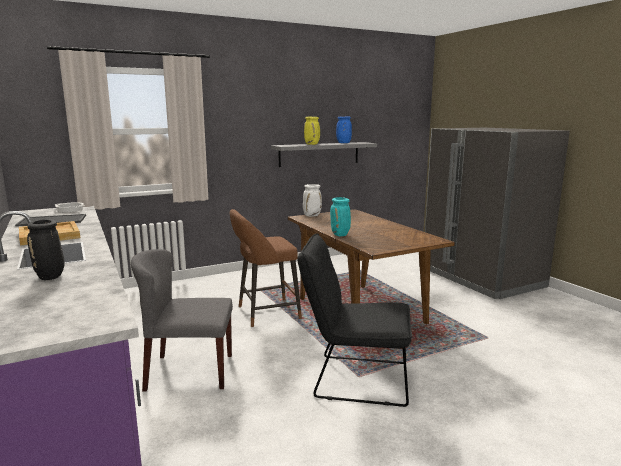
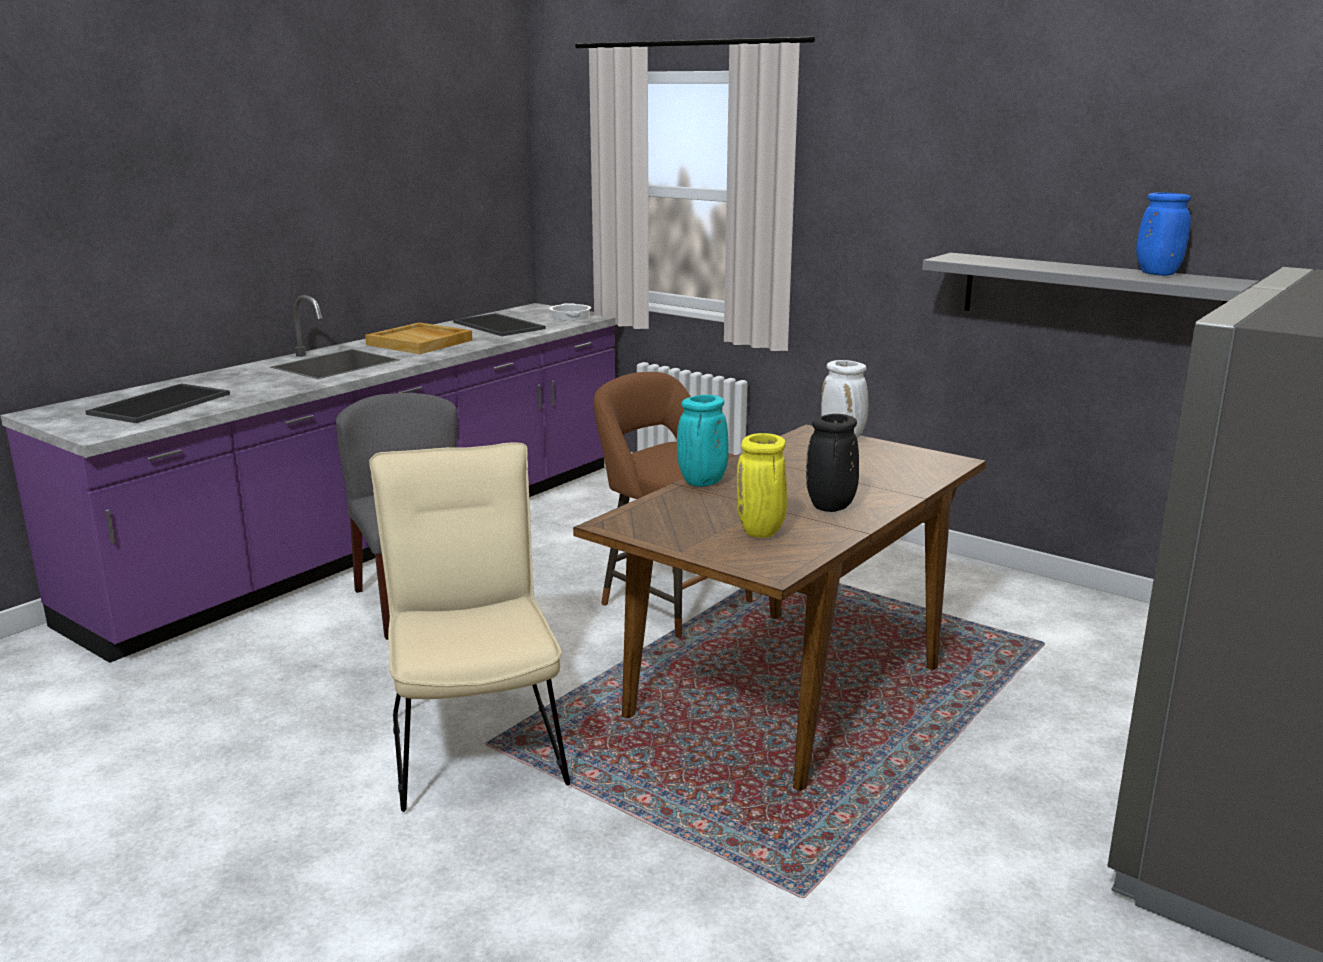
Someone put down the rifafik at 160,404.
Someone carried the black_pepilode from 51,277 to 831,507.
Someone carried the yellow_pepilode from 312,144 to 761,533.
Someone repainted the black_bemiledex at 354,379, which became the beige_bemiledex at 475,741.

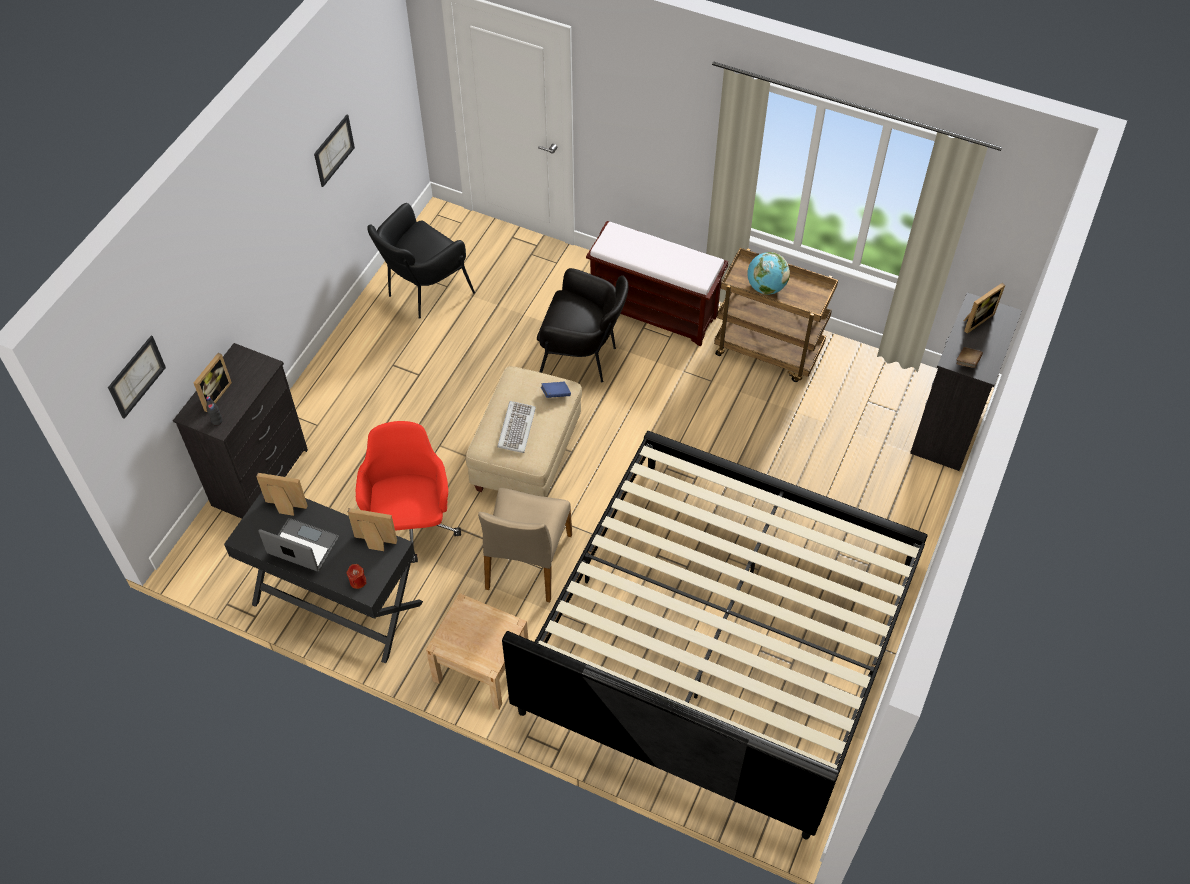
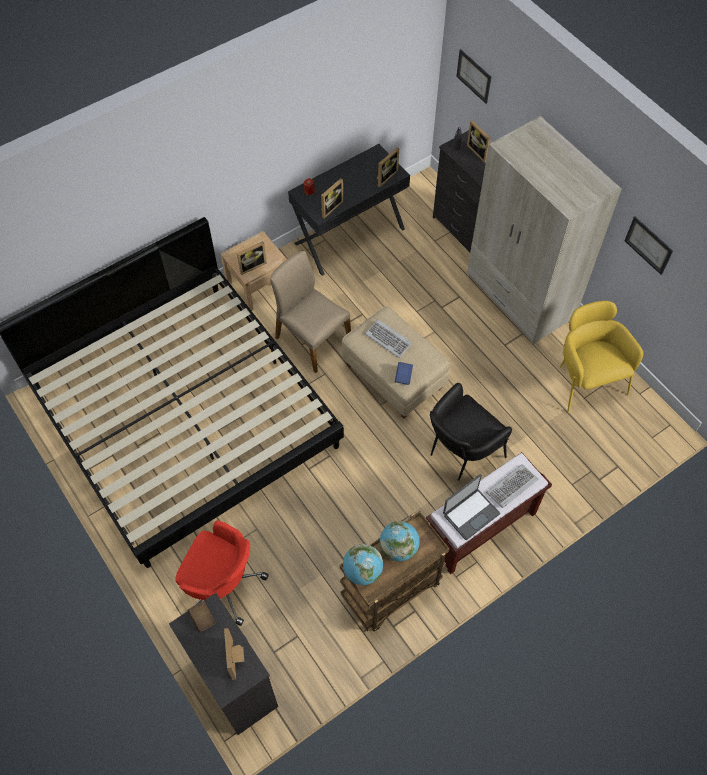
Someone put down the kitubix at 251,265.
Someone put down the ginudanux at 362,571.
Someone put down the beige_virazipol at 520,297.
Someone put down the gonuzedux at 512,487.
Someone carried the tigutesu from 302,547 to 470,513.
Someone carried the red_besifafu from 411,526 to 223,584.
Someone repainted the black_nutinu at 423,292, which became the yellow_nutinu at 585,380.

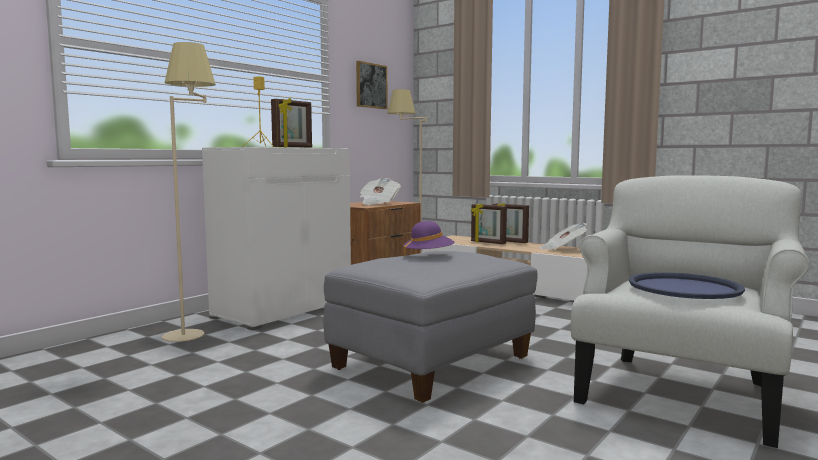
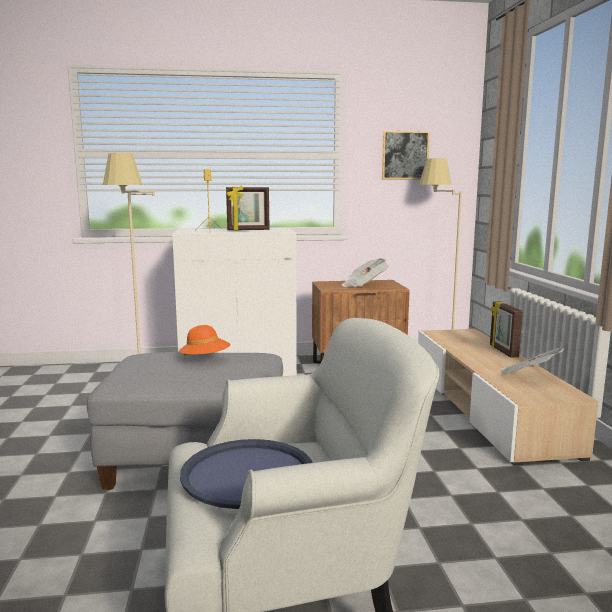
Someone took away the kitubix at 487,243.
Someone repainted the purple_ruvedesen at 428,256, which became the orange_ruvedesen at 205,359.

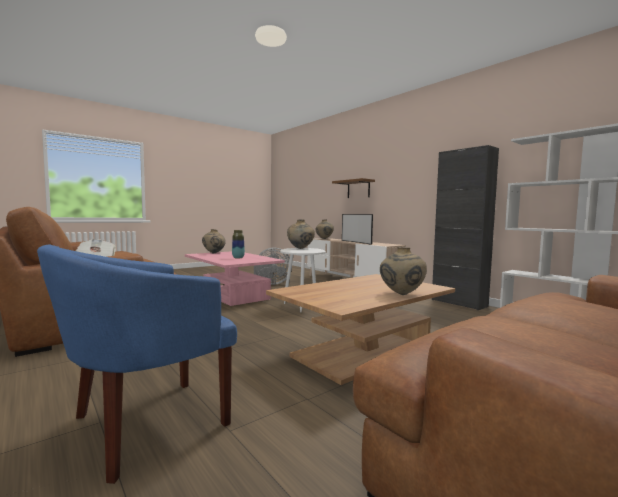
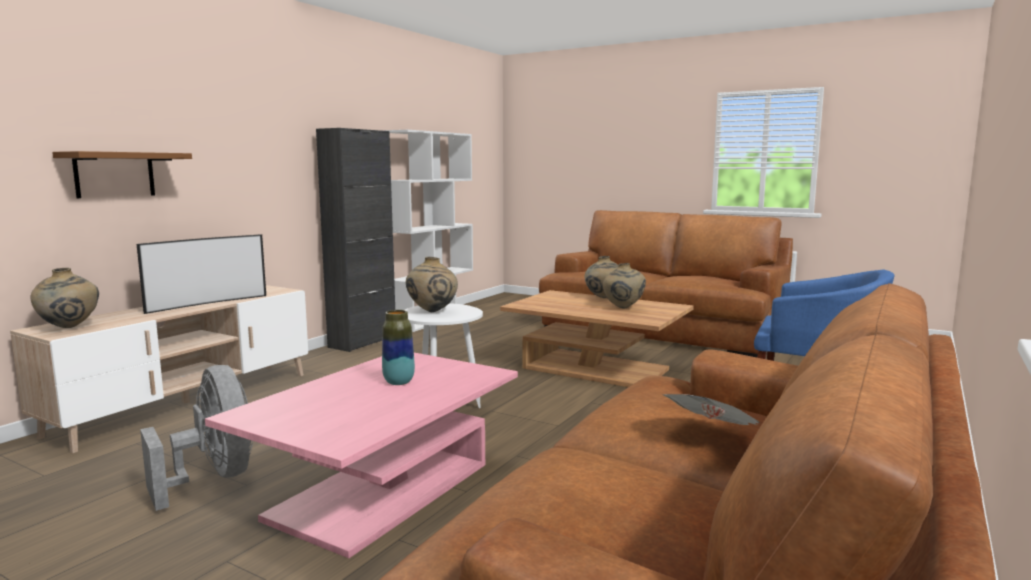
Someone carried the beige_pepilode from 214,253 to 623,308.

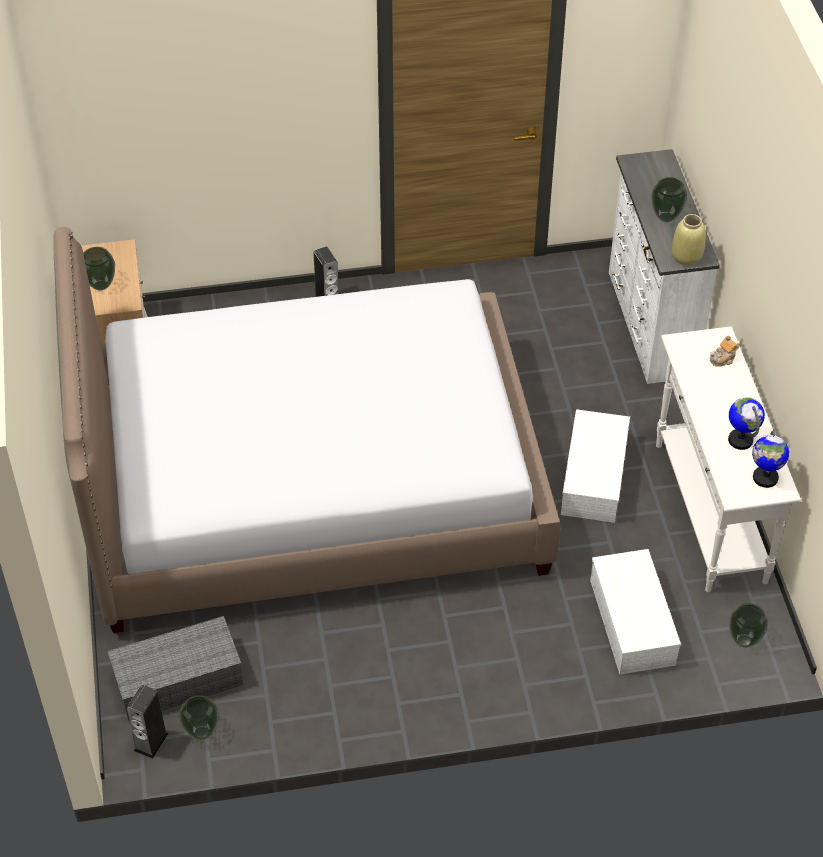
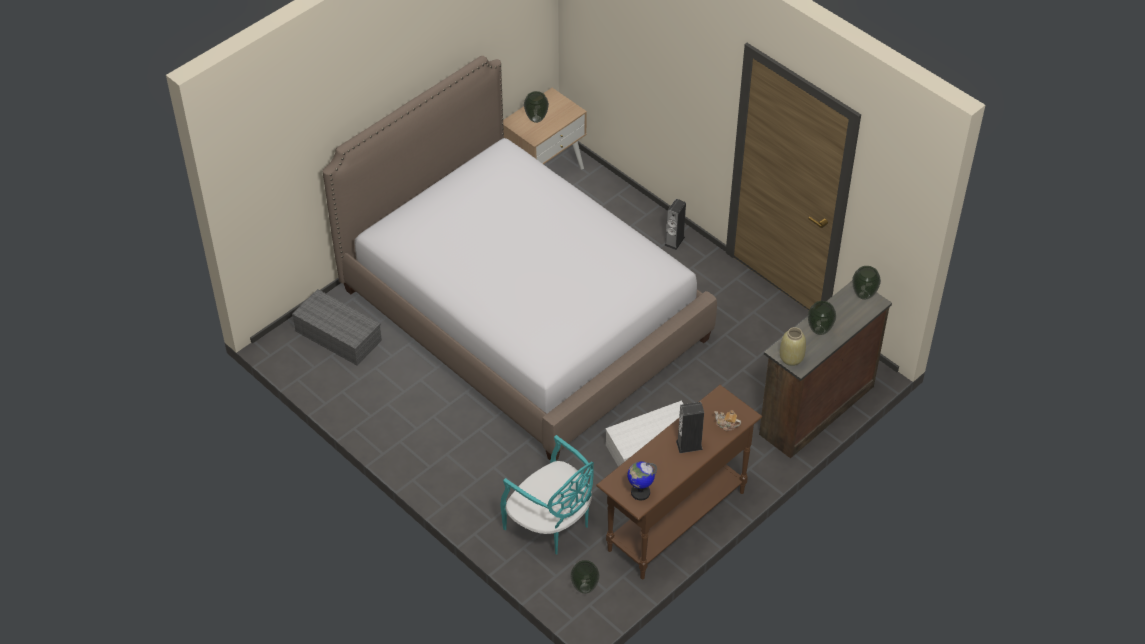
Someone took away the ginudanux at 740,440.
Someone carried the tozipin from 151,742 to 689,445.
Someone carried the pepilode from 201,733 to 863,295.
Someone swapped the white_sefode at 633,623 for the turquoise_bemiledex at 551,524.
Someone repainted the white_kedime at 649,324, which became the brown_kedime at 814,409.
Someone repainted the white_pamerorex at 709,512, which became the brown_pamerorex at 675,521.

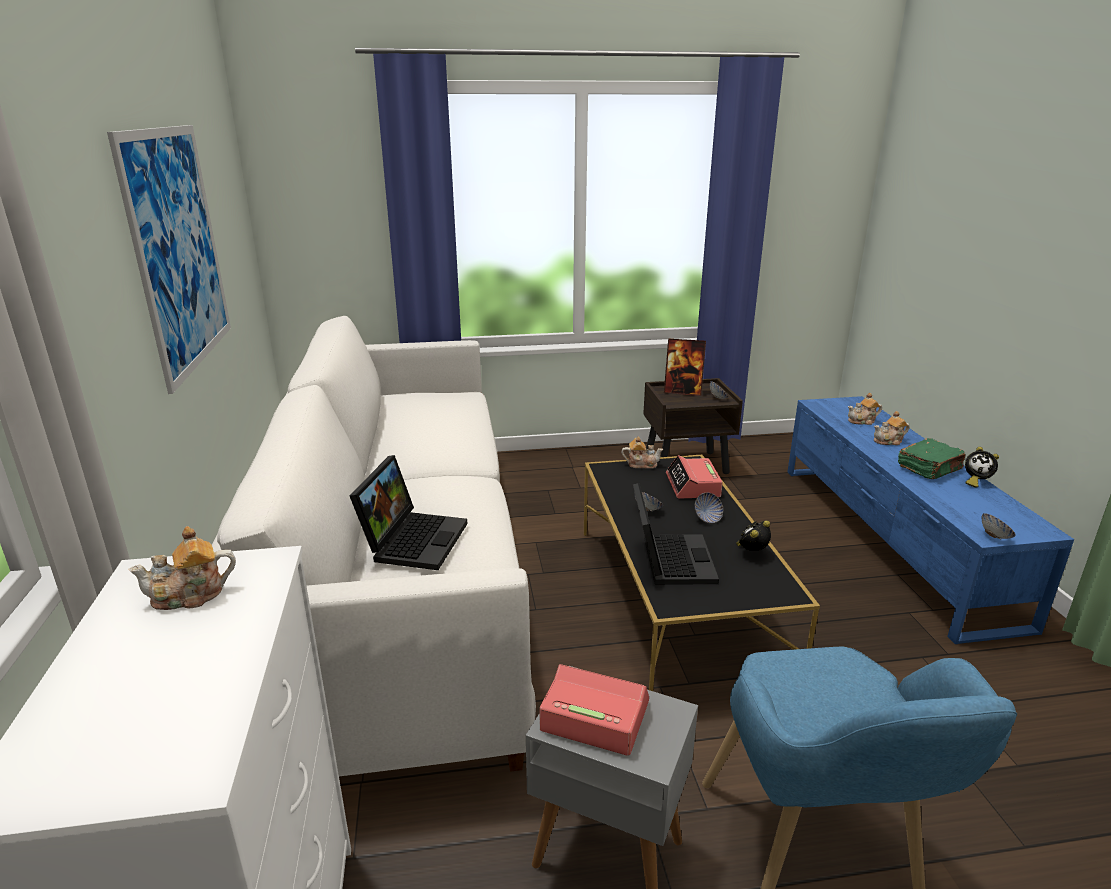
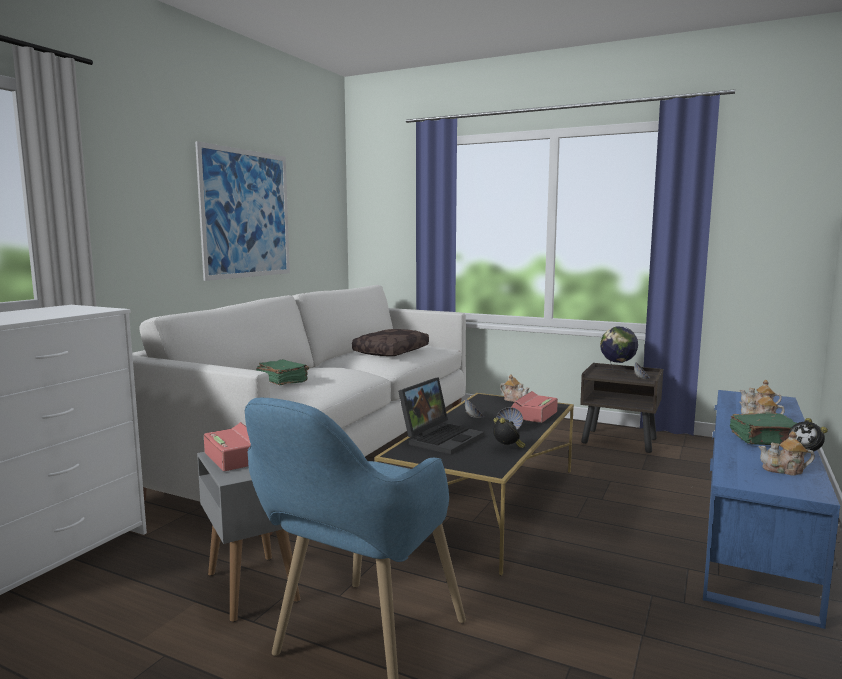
Someone took away the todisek at 994,537.
Someone put down the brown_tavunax at 390,351.
Someone carried the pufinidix from 190,595 to 784,470.
Someone swapped the tigutesu at 413,539 for the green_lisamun at 282,381.
Someone swapped the kitubix at 682,392 for the ginudanux at 617,372.
Someone rotated the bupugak at 752,552 by 75 degrees clockwise.

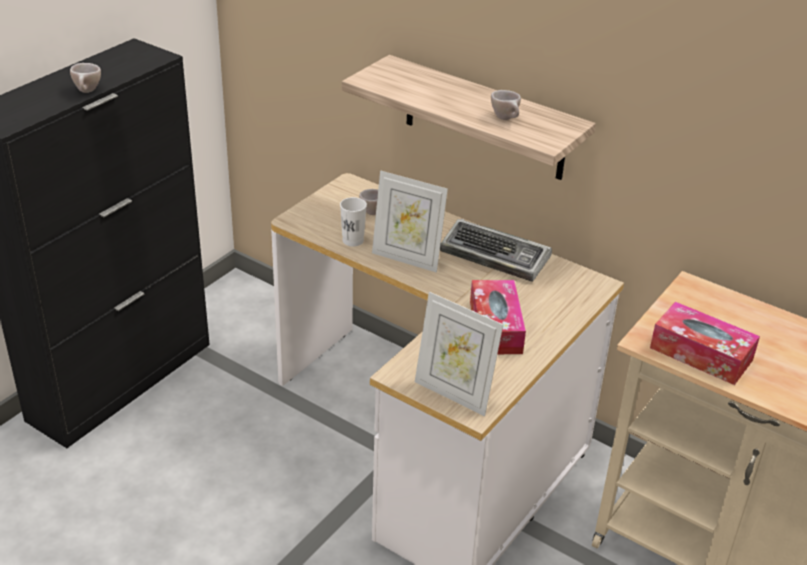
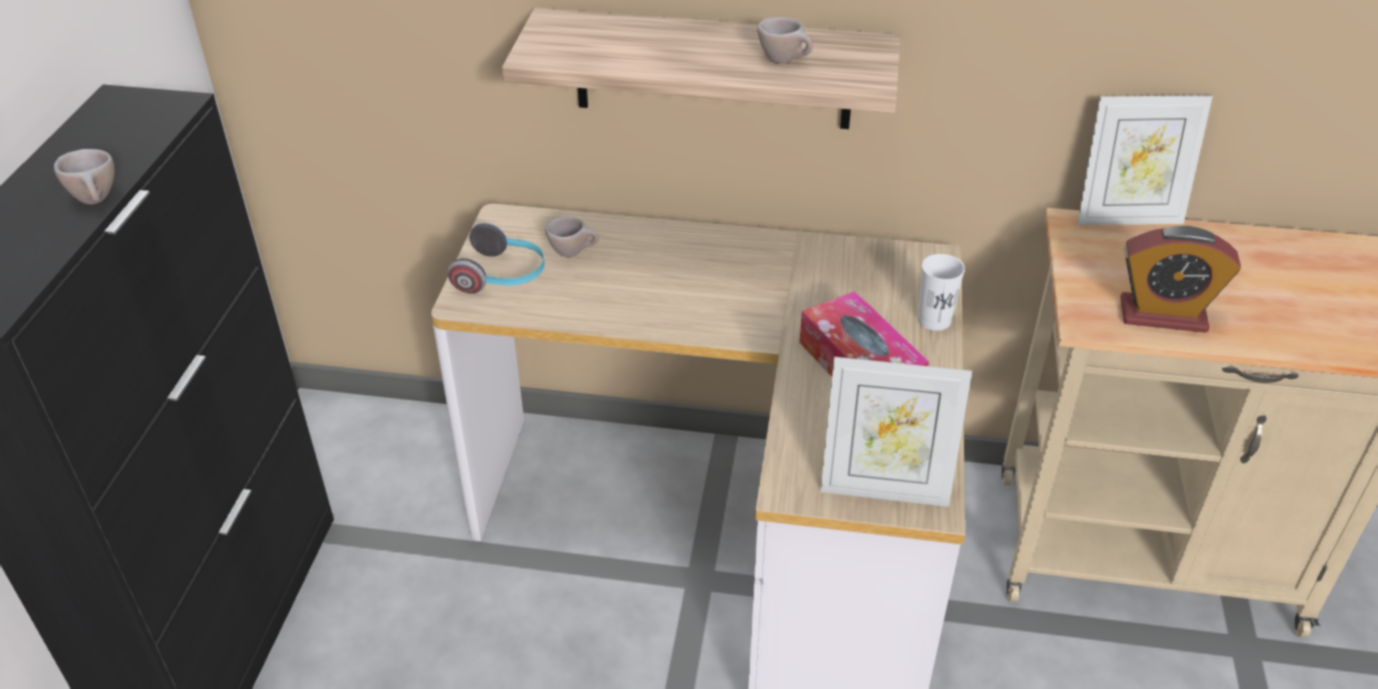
Someone took away the gonuzedux at 496,256.
Someone put down the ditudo at 502,276.
Someone carried the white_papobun from 353,240 to 934,320.
Someone carried the kitubix from 407,258 to 1127,217.
Someone swapped the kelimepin at 701,354 for the bupugak at 1163,315.

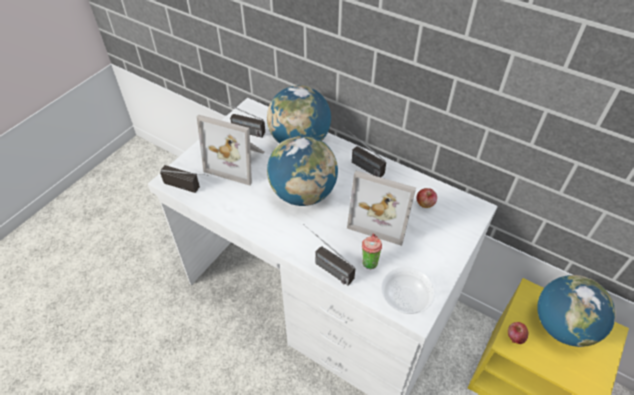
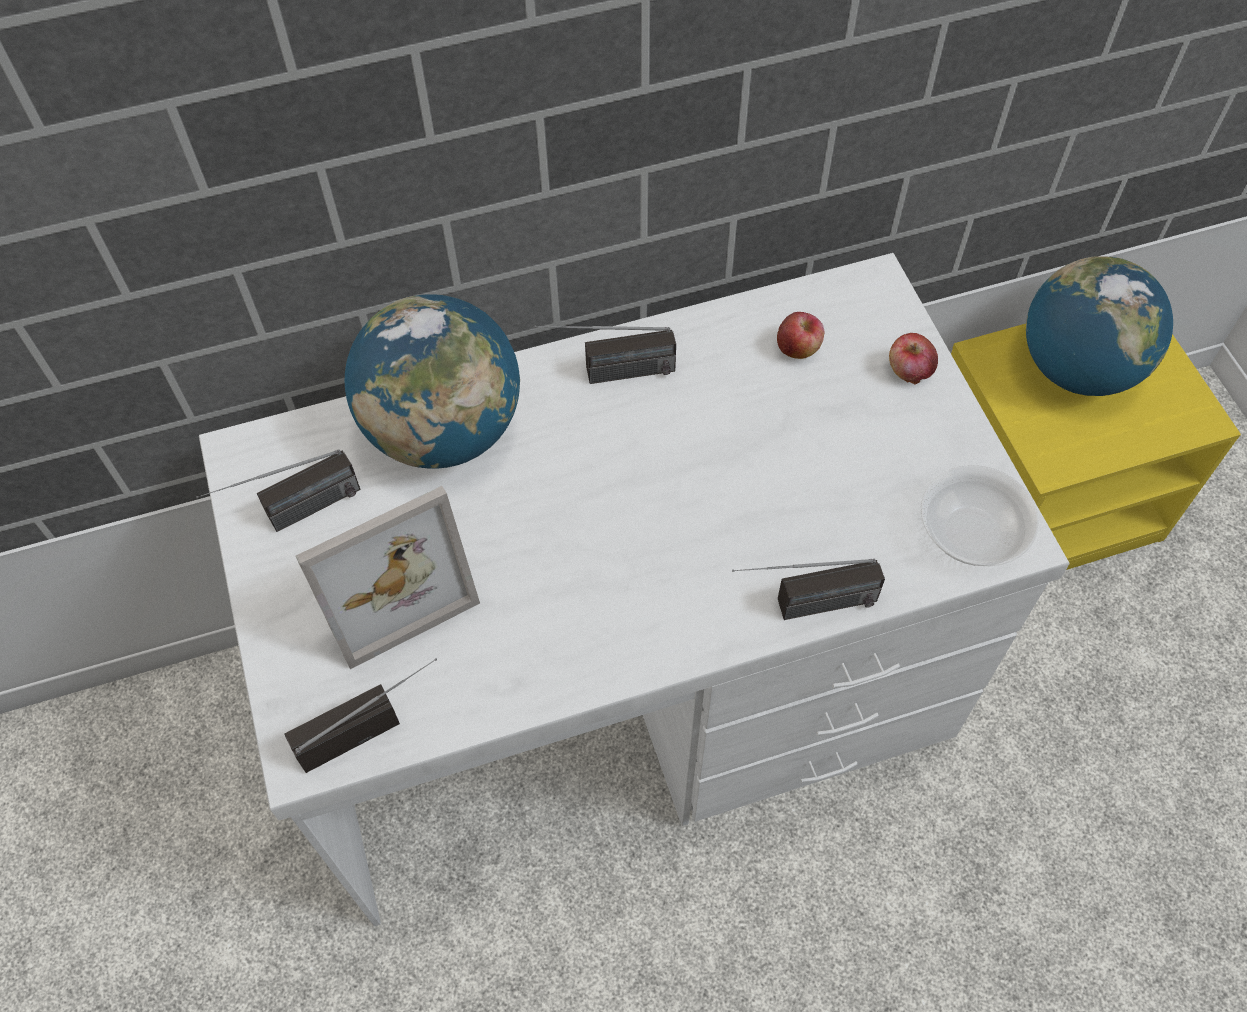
Someone took away the ginudanux at 303,193.
Someone took away the kitubix at 382,216.
Someone took away the papobun at 369,261.
Someone carried the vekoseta from 515,336 to 909,371.

